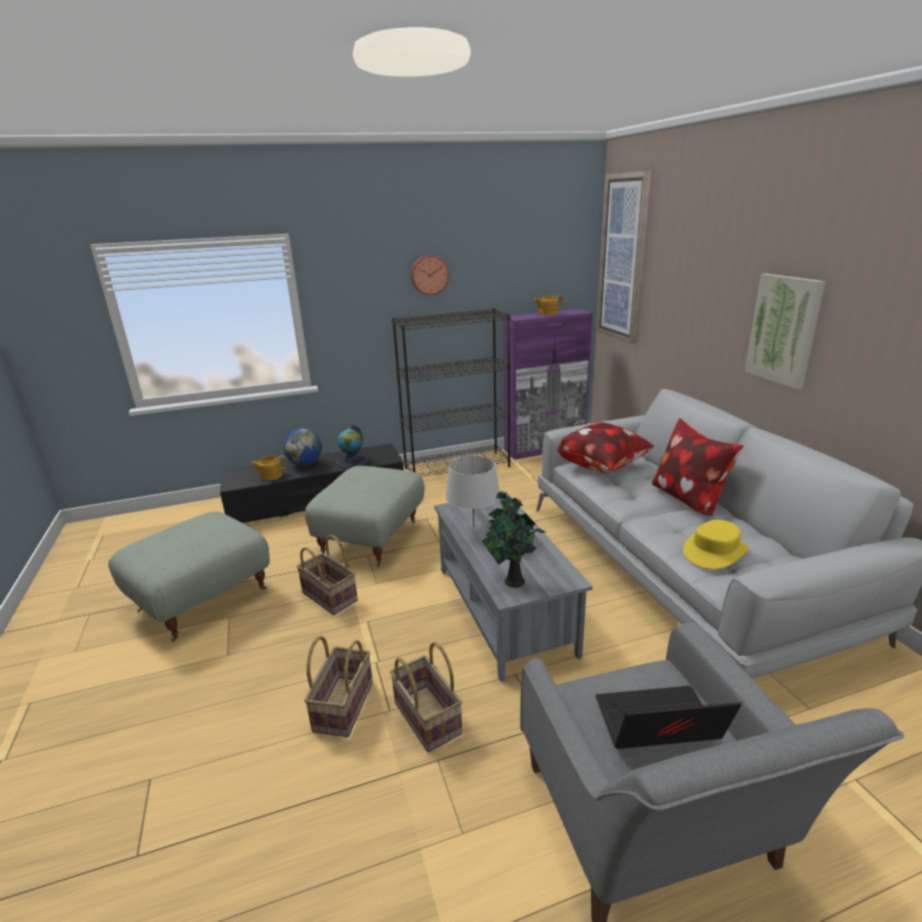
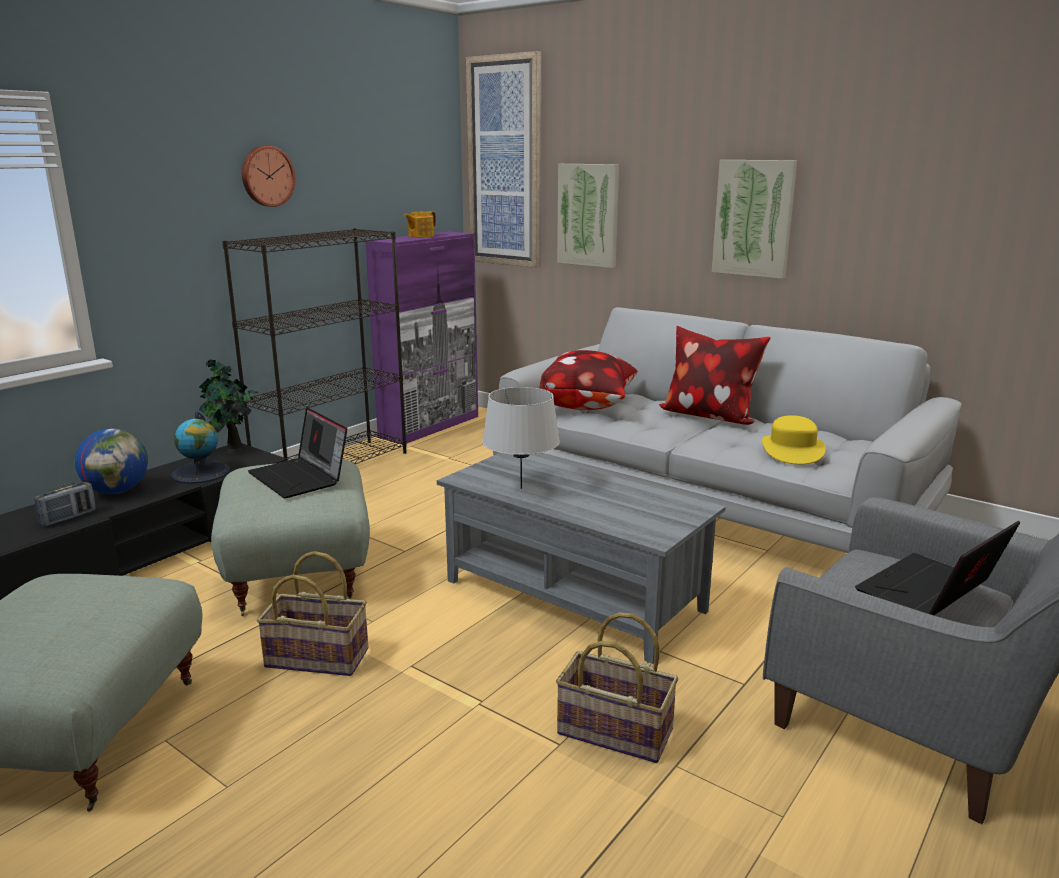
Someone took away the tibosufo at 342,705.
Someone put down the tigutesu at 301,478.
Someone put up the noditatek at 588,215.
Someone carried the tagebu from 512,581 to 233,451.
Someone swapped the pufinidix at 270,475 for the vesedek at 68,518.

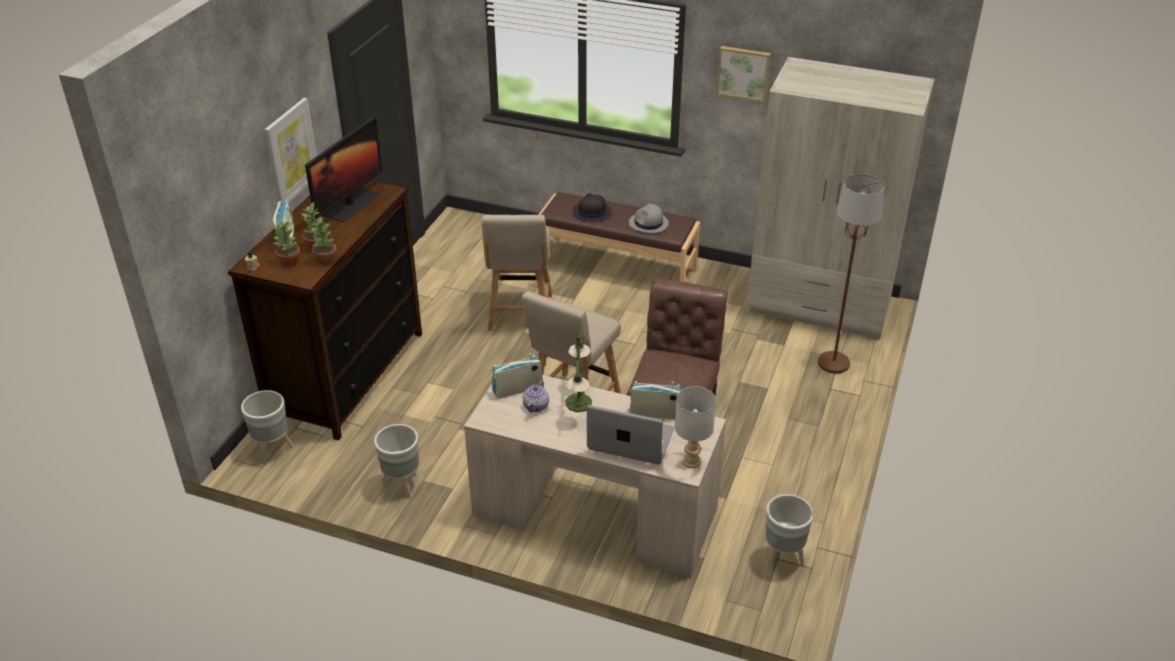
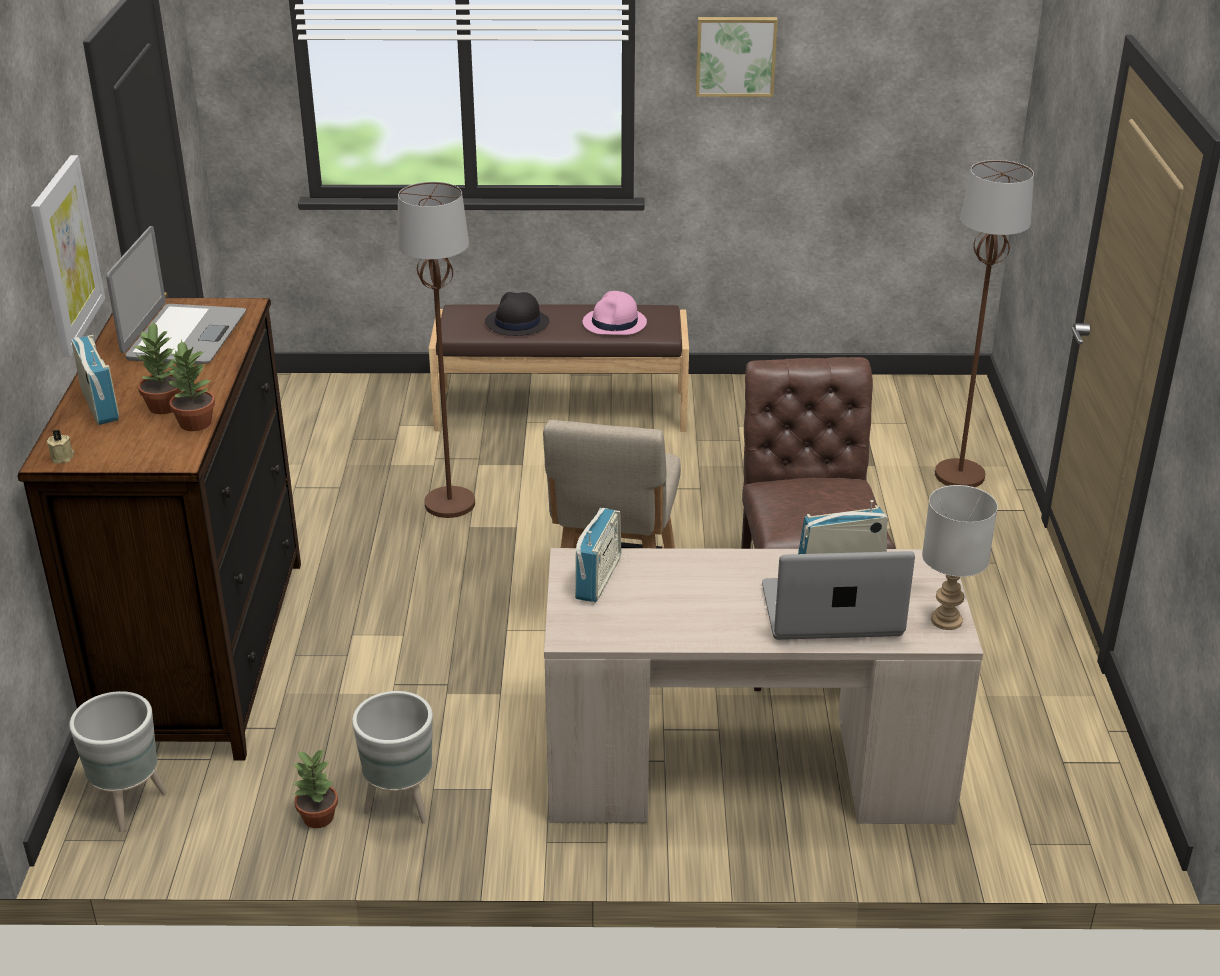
Someone took away the pufinidix at 536,406.
Someone took away the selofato at 578,403.
Someone took away the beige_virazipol at 819,306.
Someone took away the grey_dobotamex at 782,559.
Someone carried the tagebu from 289,262 to 319,818.
Someone swapped the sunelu at 350,204 for the tigutesu at 184,336.
Someone swapped the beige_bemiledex at 520,315 for the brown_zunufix at 449,504.
Someone repainted the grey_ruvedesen at 648,223, which became the pink_ruvedesen at 615,323.
Someone rotated the vesedek at 517,389 by 150 degrees clockwise.

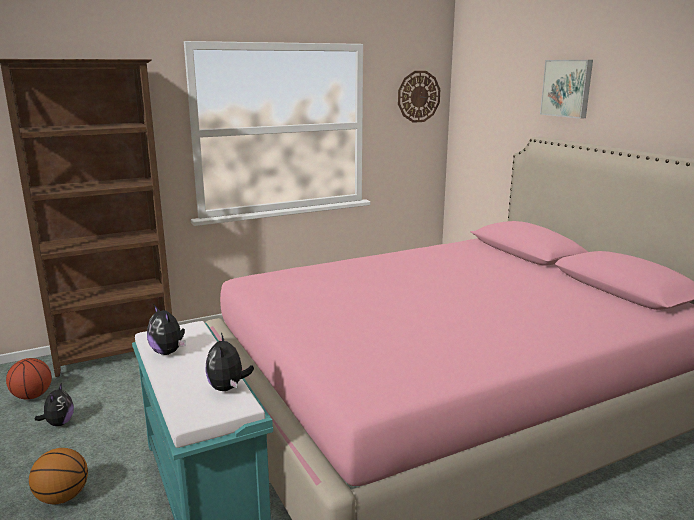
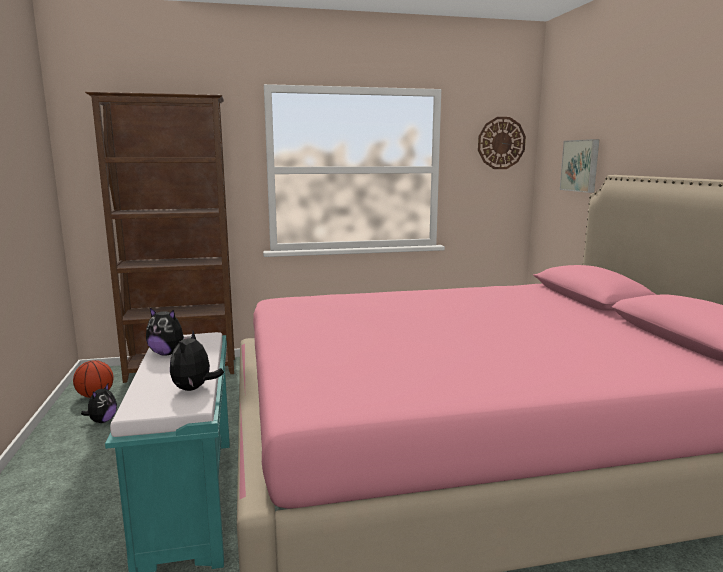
Someone took away the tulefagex at 62,497.
Someone carried the noditatek from 567,88 to 581,165.
Someone rotated the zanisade at 168,352 by 45 degrees counterclockwise.

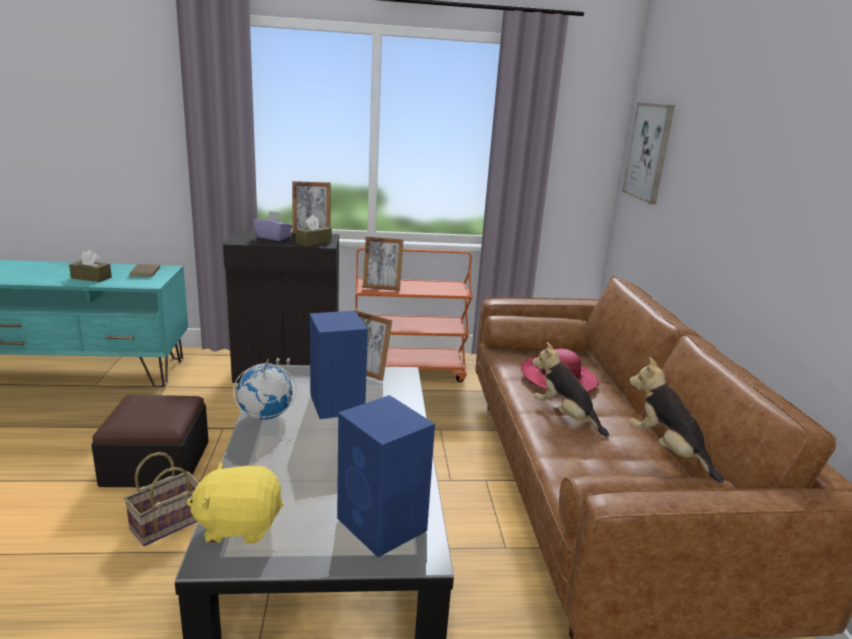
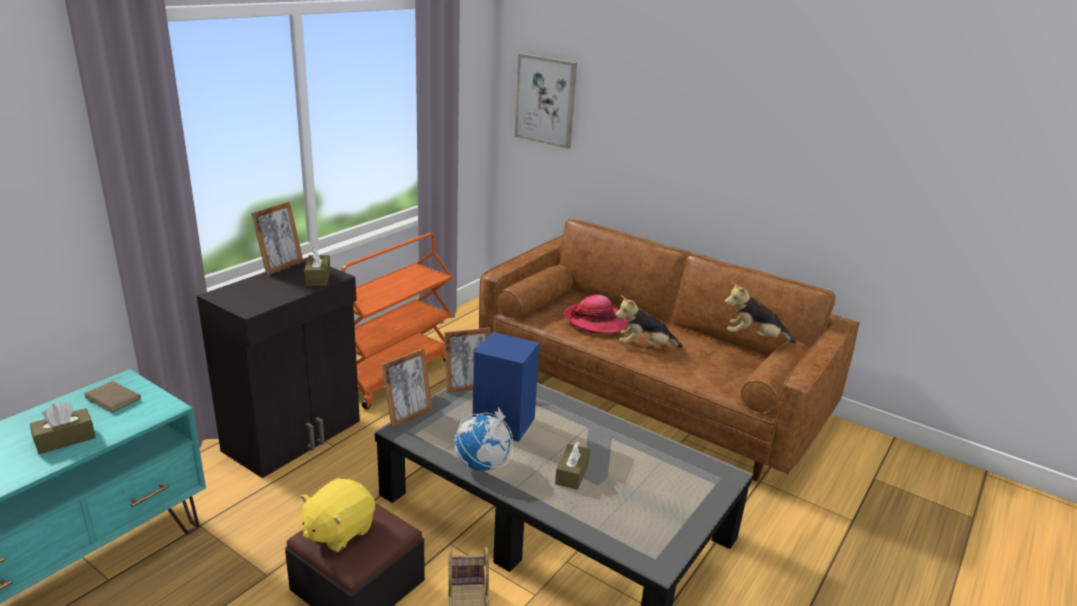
Someone took away the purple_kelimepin at 273,238.
Someone took away the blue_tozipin at 383,526.
Someone put down the brown_kelimepin at 572,474.
Someone carried the yellow_zanisade from 239,525 to 338,531.
Someone carried the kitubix from 382,287 to 408,415.

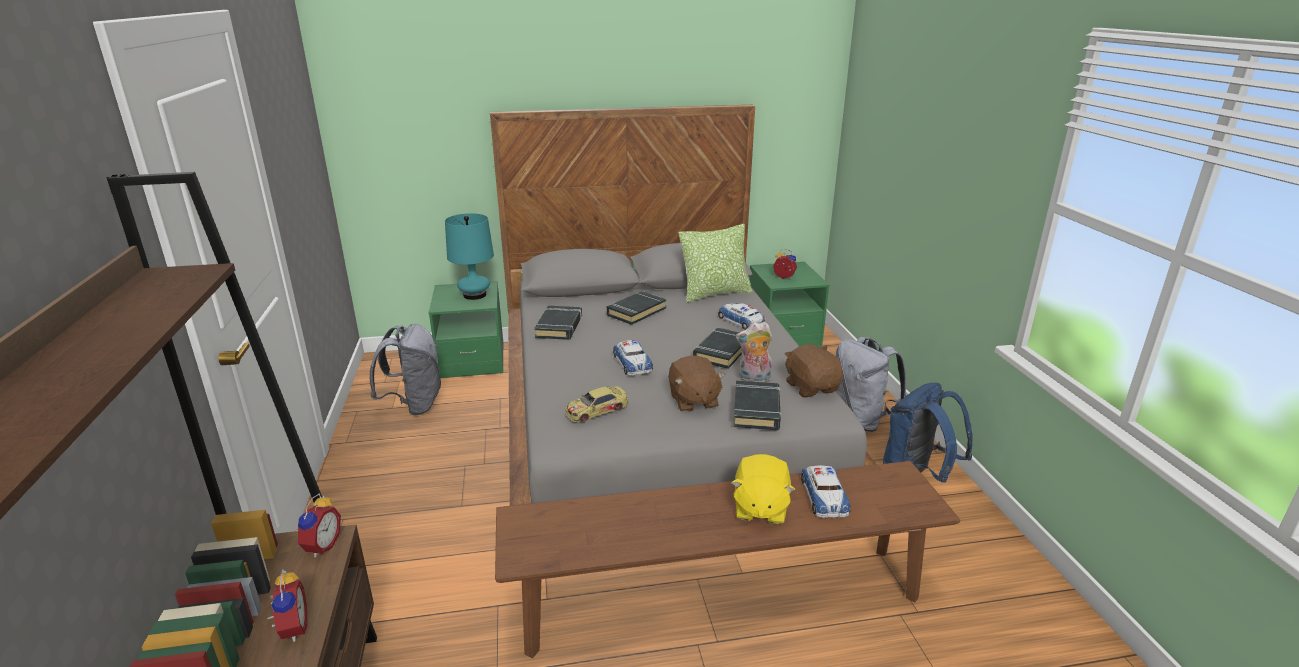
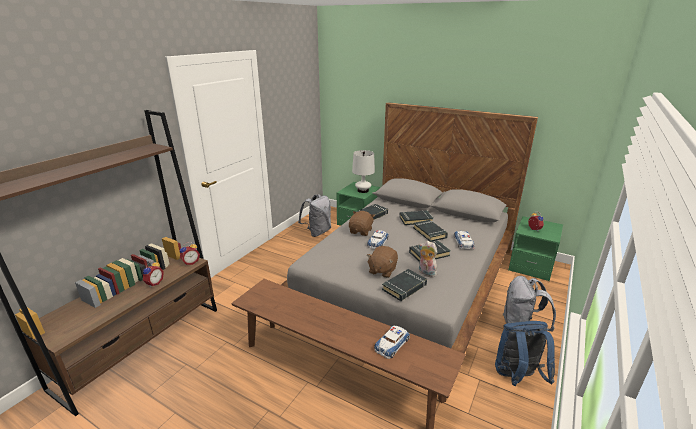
Someone took away the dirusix at 596,409.
Someone took away the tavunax at 715,293.
Someone took away the yellow_zanisade at 759,508.
Someone put down the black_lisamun at 430,233.
Someone carried the brown_zanisade from 811,387 to 361,231.
Someone repainted the turquoise_selofato at 475,295, which became the white_selofato at 363,190.

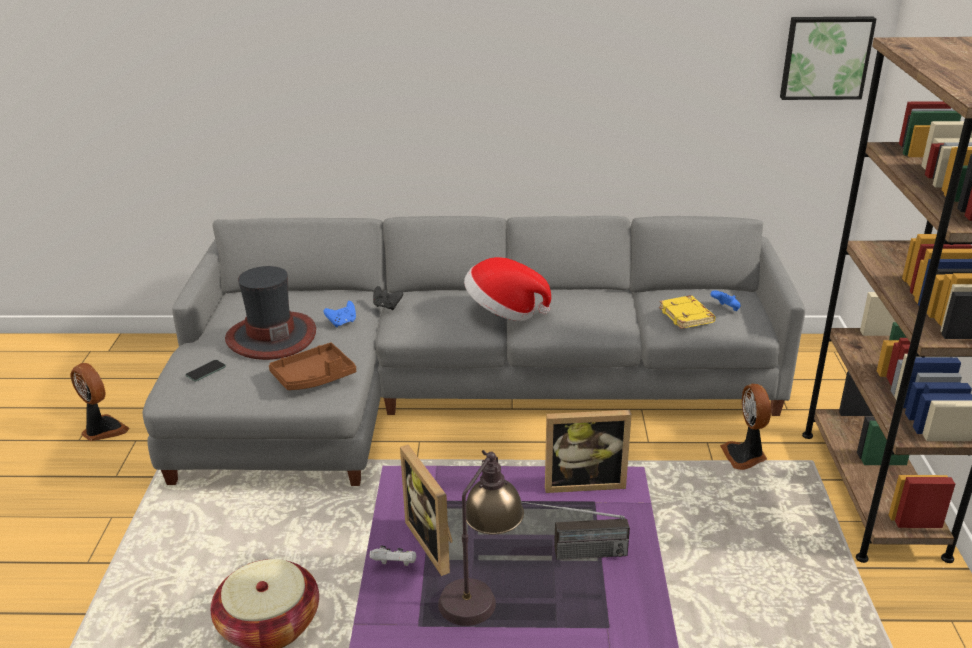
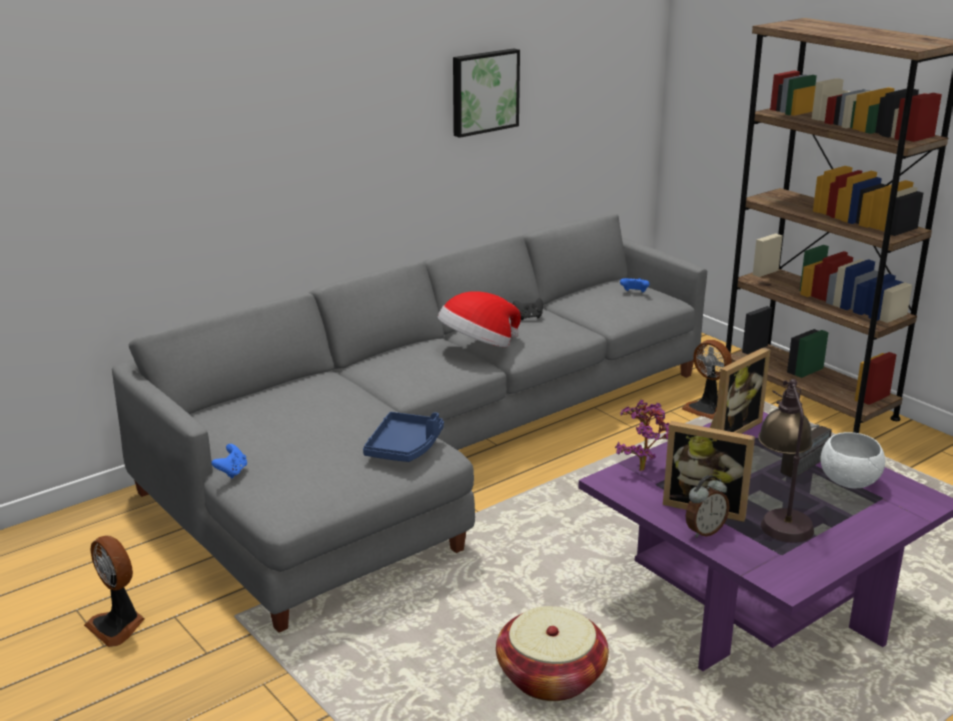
Someone took away the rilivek at 206,371.
Someone took away the ruvedesen at 271,336.
Someone took away the yellow_lisamun at 687,316.
Someone put down the tagebu at 643,468.
Someone put down the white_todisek at 850,482.
Someone carried the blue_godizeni from 342,323 to 232,472.
Someone carried the black_godizeni from 387,306 to 529,317.
Someone carried the noditatek from 825,57 to 483,91.
Someone swapped the white_godizeni at 395,565 for the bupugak at 704,531.
Someone repainted the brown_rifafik at 314,377, which became the blue_rifafik at 405,447.
Someone rotated the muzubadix at 102,430 by 135 degrees counterclockwise.

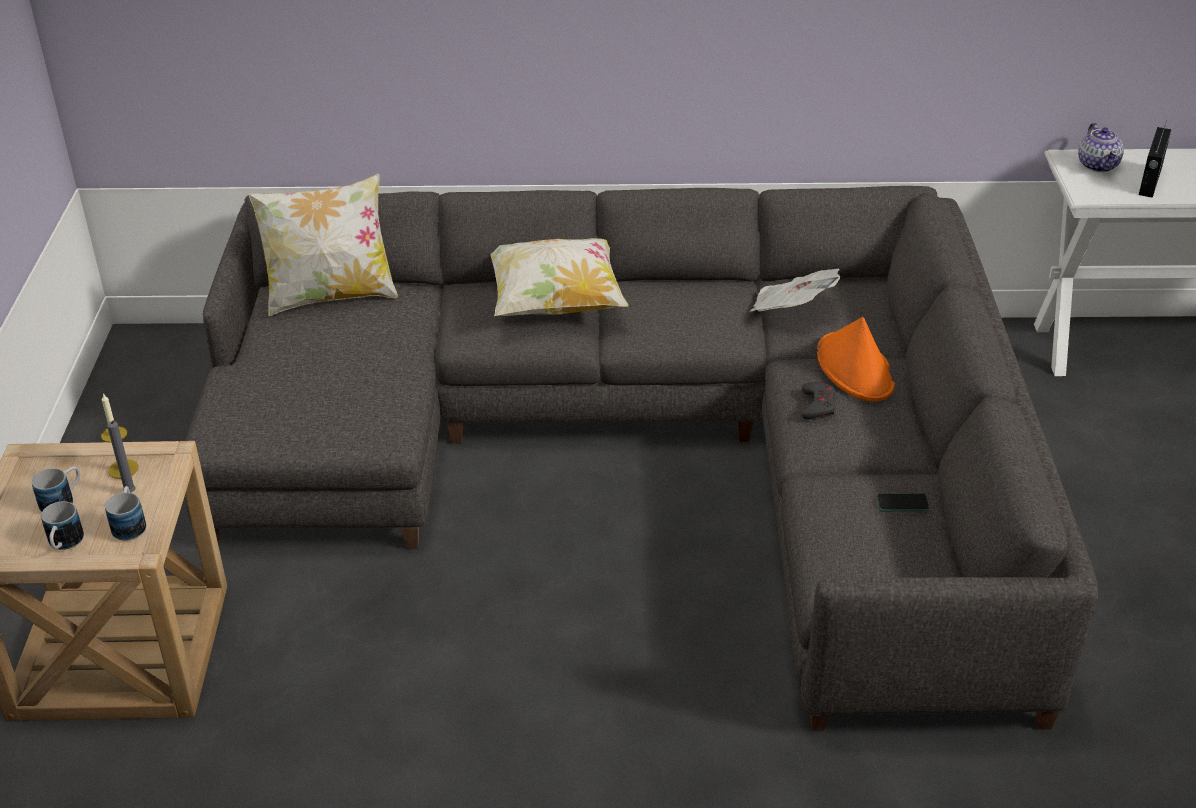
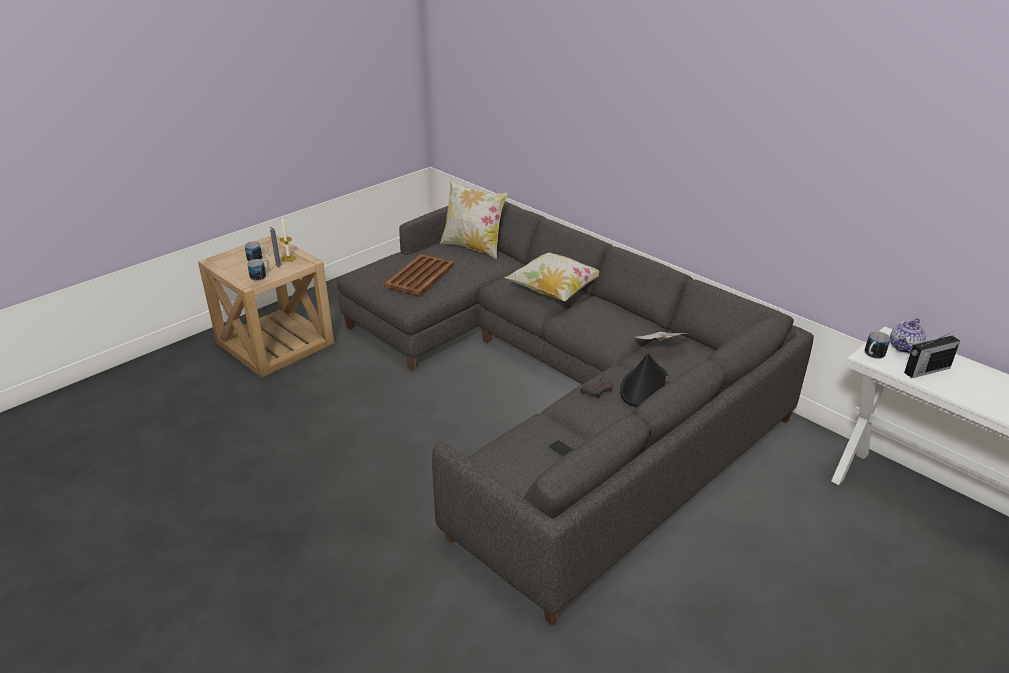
Someone put down the brown_rifafik at 420,275.
Someone carried the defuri from 64,544 to 872,355.
Someone repainted the orange_ruvedesen at 855,369, which became the black_ruvedesen at 644,386.

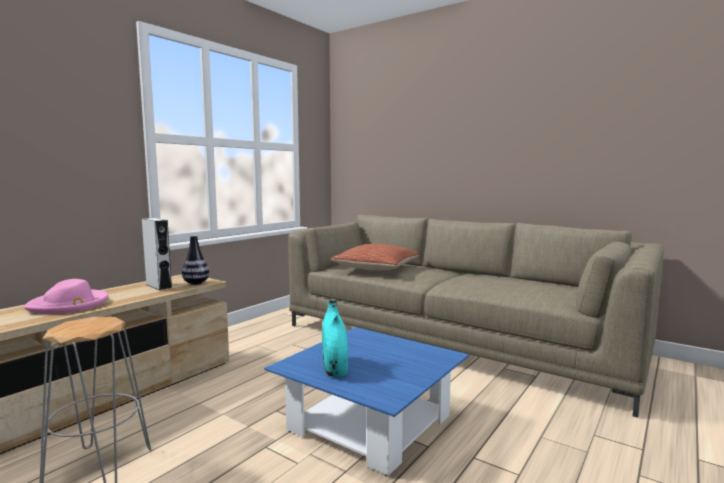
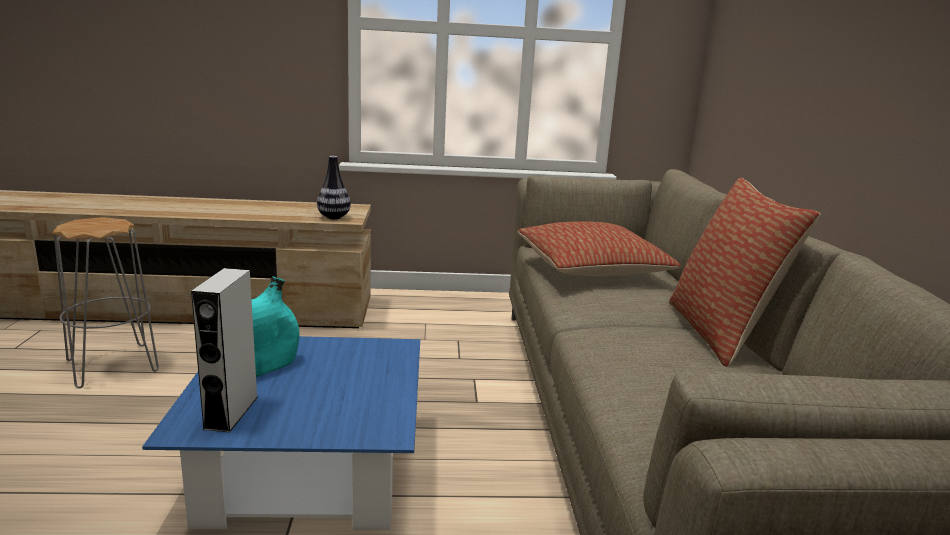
Someone took away the pink_ruvedesen at 69,305.
Someone put down the tavunax at 720,333.
Someone carried the grey_tozipin from 158,286 to 231,412.

